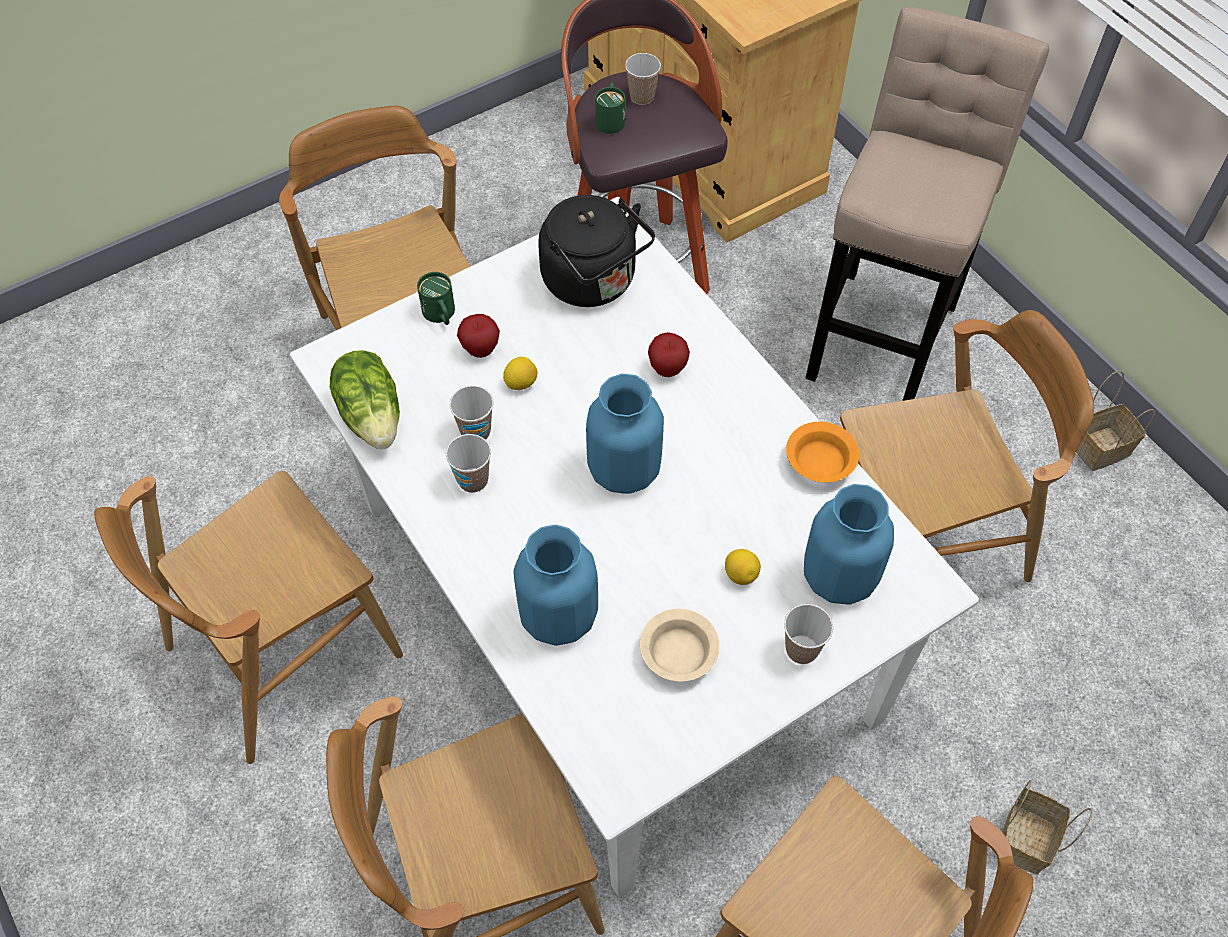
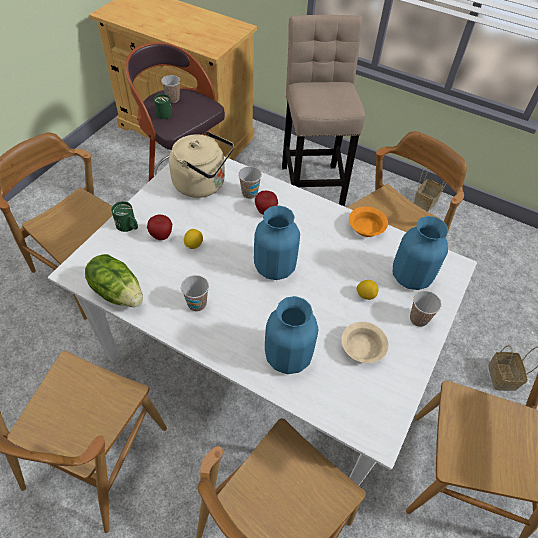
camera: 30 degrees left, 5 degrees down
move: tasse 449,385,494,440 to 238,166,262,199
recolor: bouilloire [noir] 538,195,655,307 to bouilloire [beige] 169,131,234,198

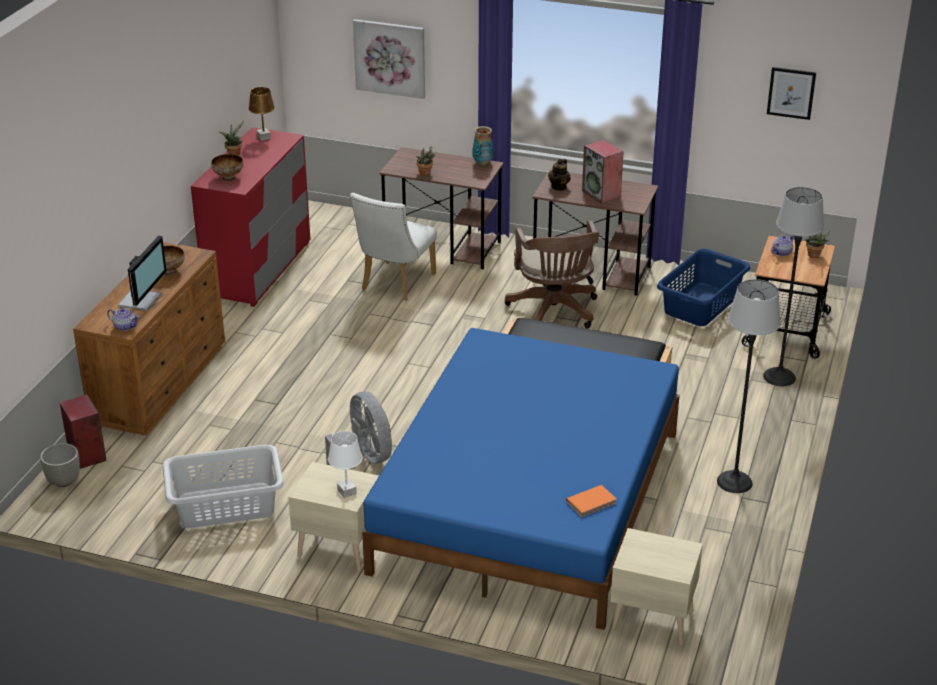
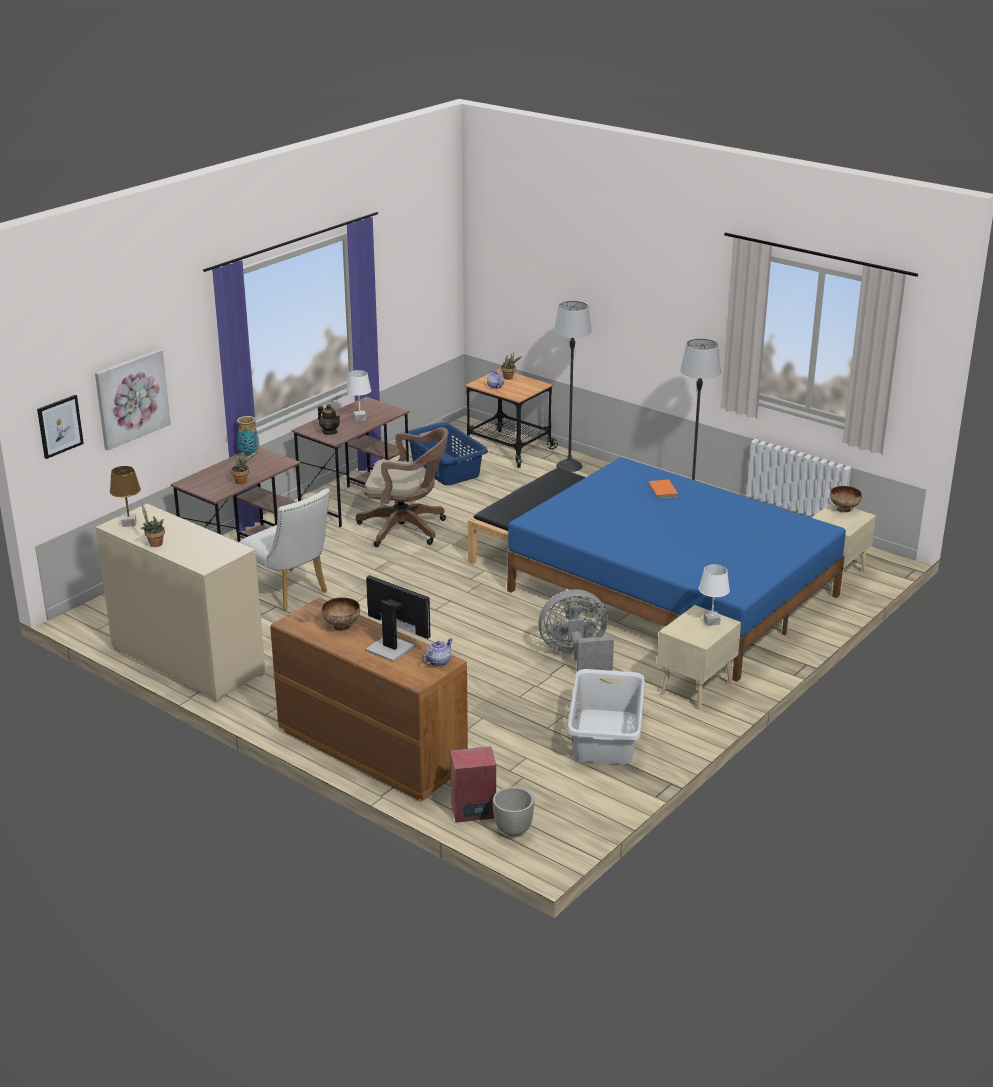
camera: 70 degrees left, 5 degrees down
move: tableau 767,67,816,120 to 37,395,84,459; bol 211,154,243,181 to 830,486,862,513; livre [orange] 566,485,616,517 to 649,480,678,499
replace: enceinte 582,140,624,204 to lampe de table [blanc] 346,370,371,421
recolor: commode [rouge] 191,127,310,307 to commode [beige] 96,504,265,702

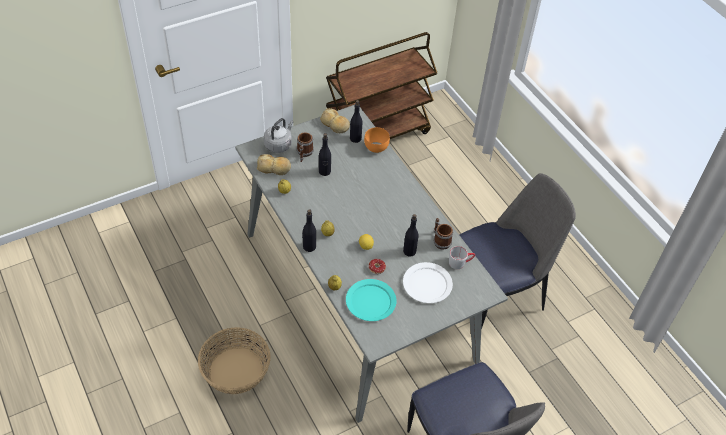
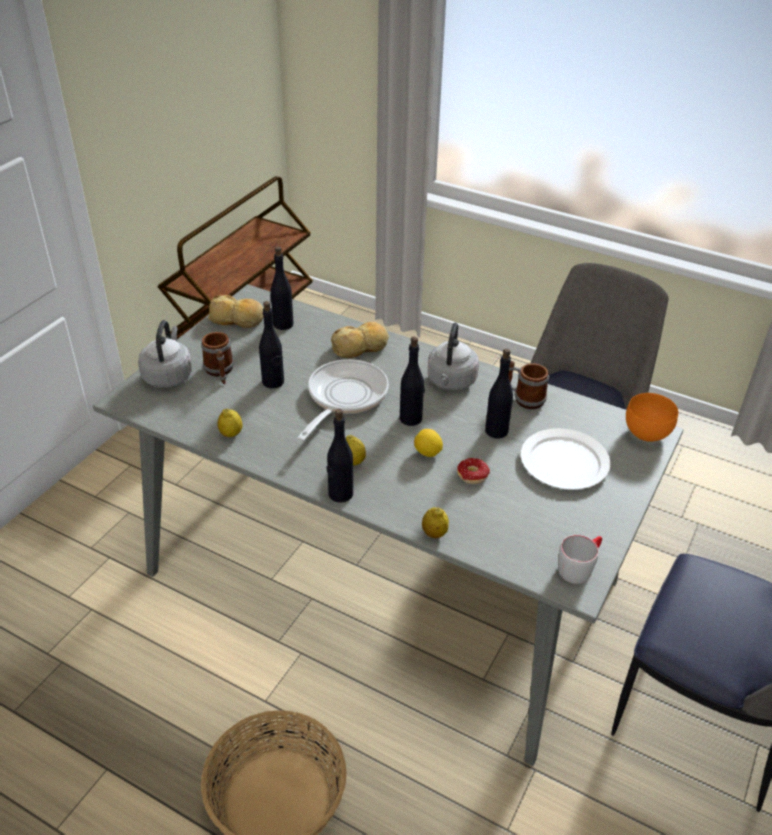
camera: 30 degrees left, 10 degrees down
delete: assiette [turquoise] 346,279,397,321
insert: bouilloire [gris] 428,323,479,390; bouteille [noir] 400,336,425,426; poêle 297,359,389,441
move: bol [orange] 364,127,390,153 to 626,393,678,442; pain 257,154,291,175 to 331,322,389,358; mug [gris] 449,246,475,269 to 558,535,602,584

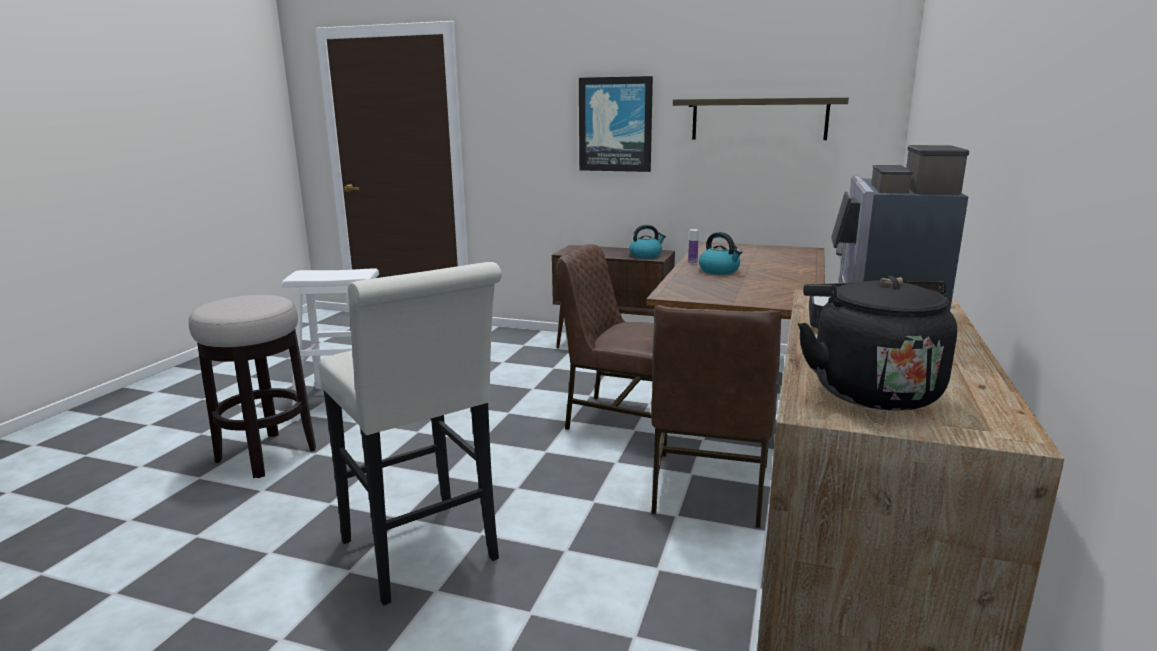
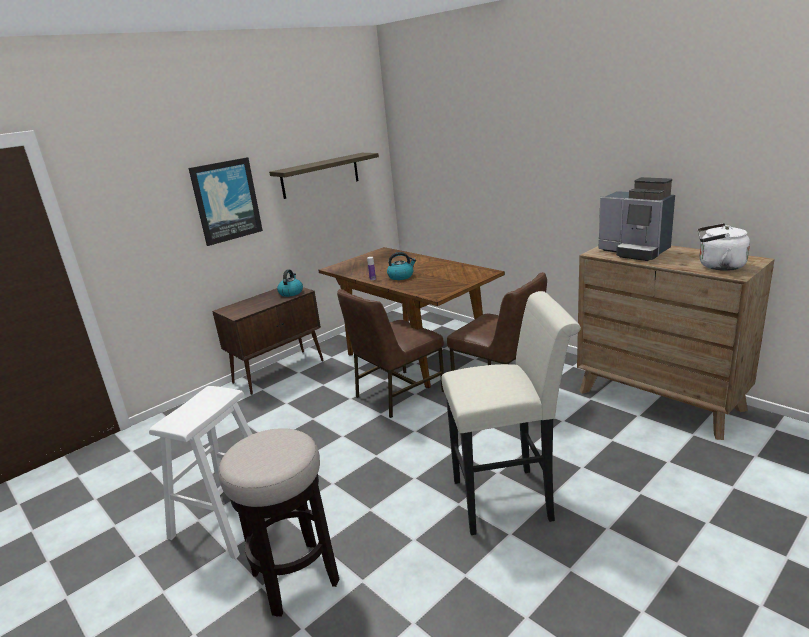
camera: 60 degrees left, 5 degrees up
recolor: bouilloire [noir] 798,276,957,410 to bouilloire [blanc] 698,223,750,271

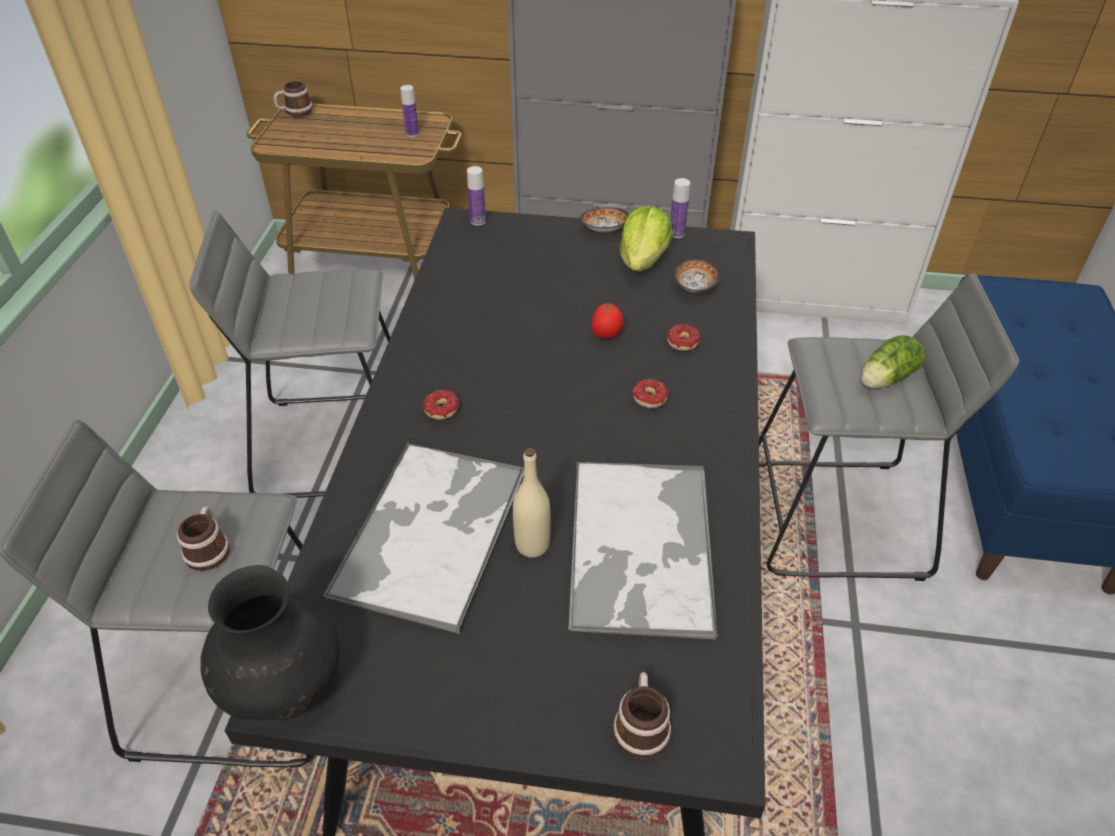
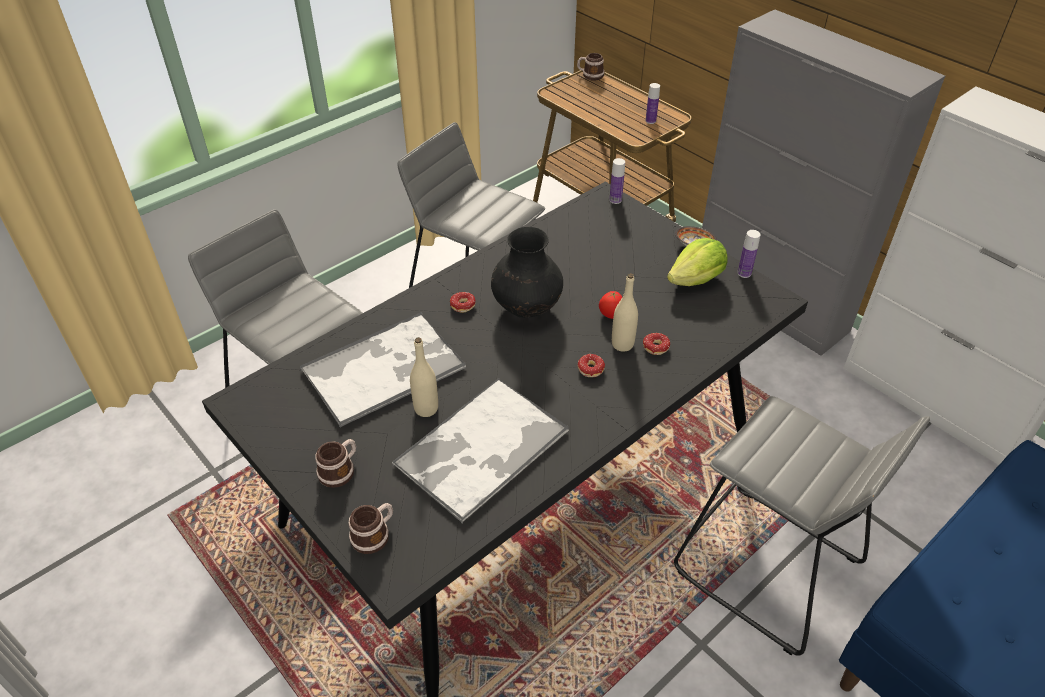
camera: 40 degrees right, 0 degrees up
delete: bol 673,258,719,293; laitue 861,335,925,388
insert: bouteille [beige] 612,273,638,352
move: mug 177,506,230,571 to 315,439,356,488; vase [noir] 200,565,340,720 to 491,227,563,318

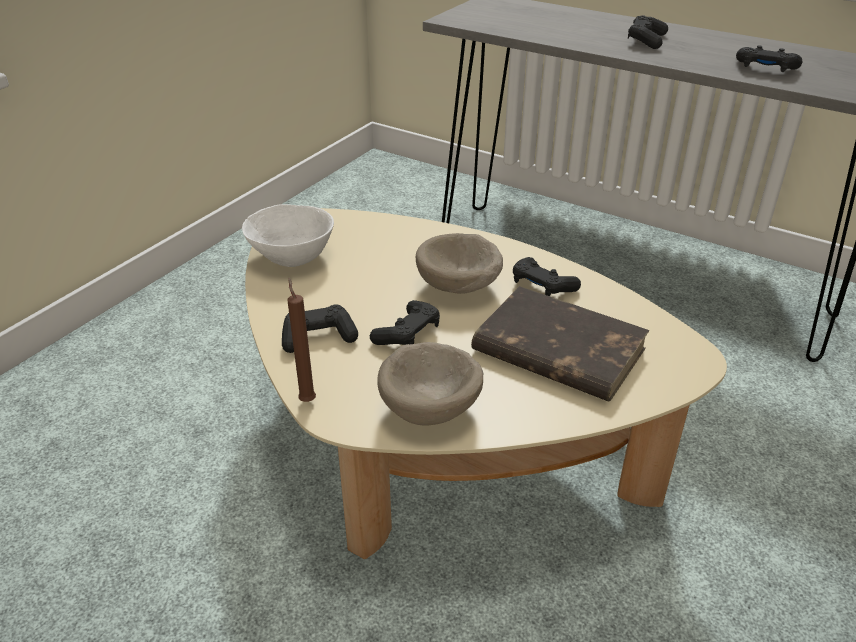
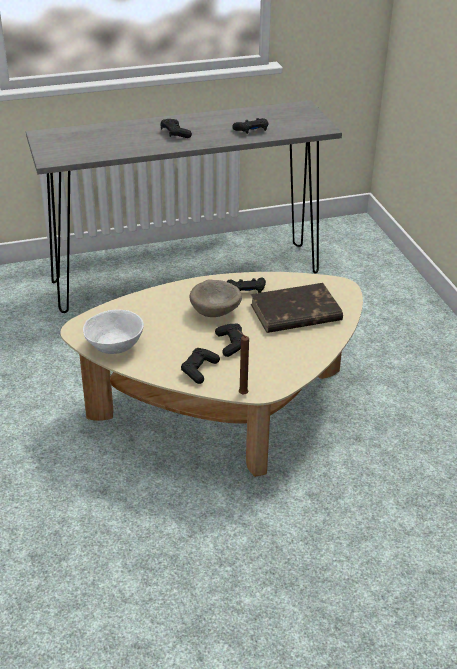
camera: 50 degrees left, 0 degrees up
delete: bol [beige] 377,342,484,426

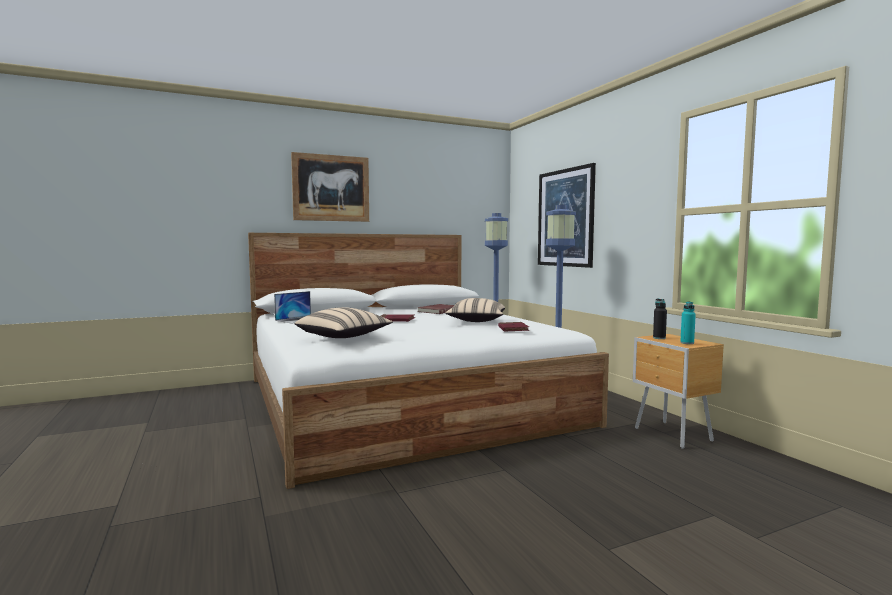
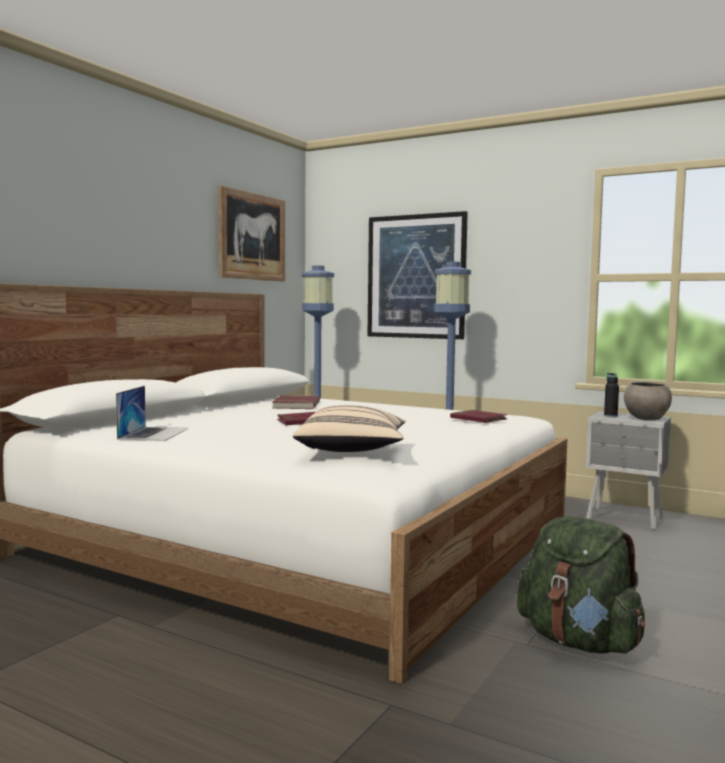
camera: 35 degrees left, 0 degrees up
delete: coussin [beige] 445,298,505,322
insert: sac à dos [vert] 517,516,645,654
move: tableau 291,152,369,222 to 219,186,285,282
replace: bouteille [turquoise] 680,302,696,344 to bol [gris] 624,382,672,420
recolor: table de chevet [marron] 633,334,724,449 to table de chevet [gris] 586,411,671,530

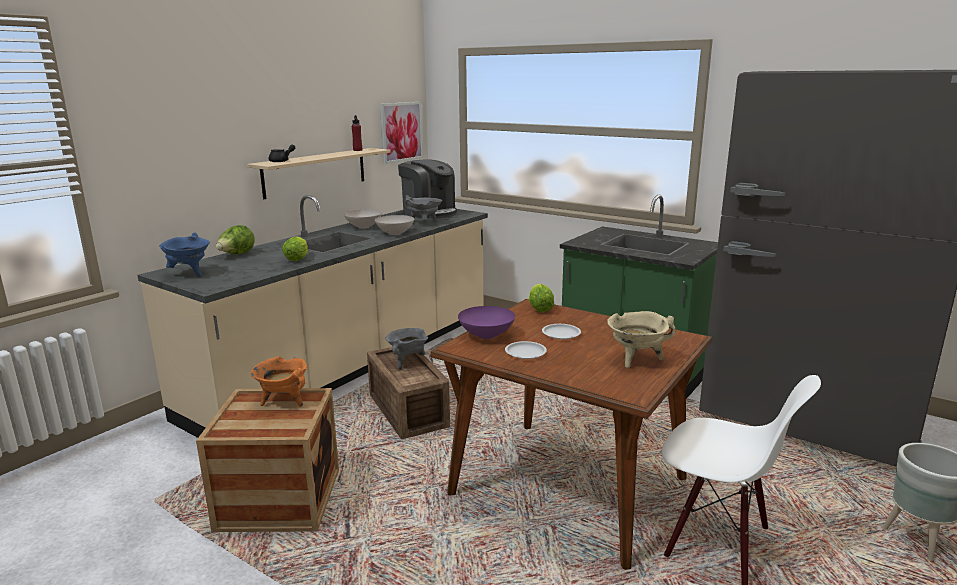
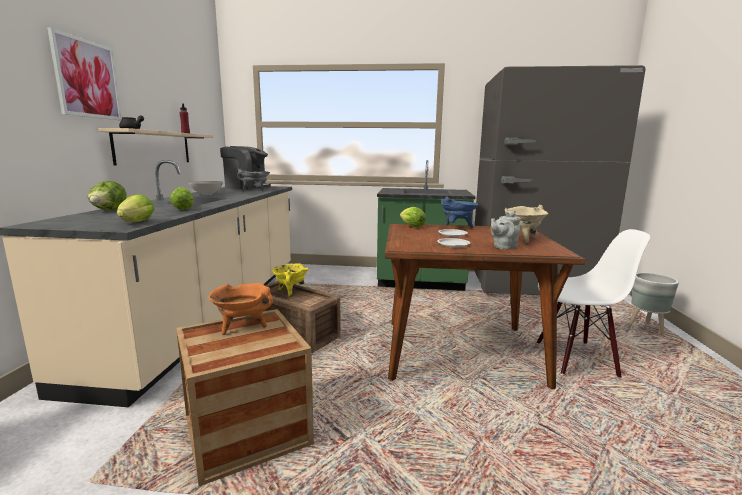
camera: 30 degrees left, 5 degrees down
delete: bol [blanc] 375,215,414,235; bol [violet] 458,306,515,339
insert: laitue 117,194,154,222; théière [gris] 491,211,521,250
move: tableau 380,102,423,164 to 47,28,122,120; marmite [bleu] 159,233,210,277 to 441,196,479,228
recolor: marmite [gris] 386,328,428,370 to marmite [jaune] 272,264,309,298

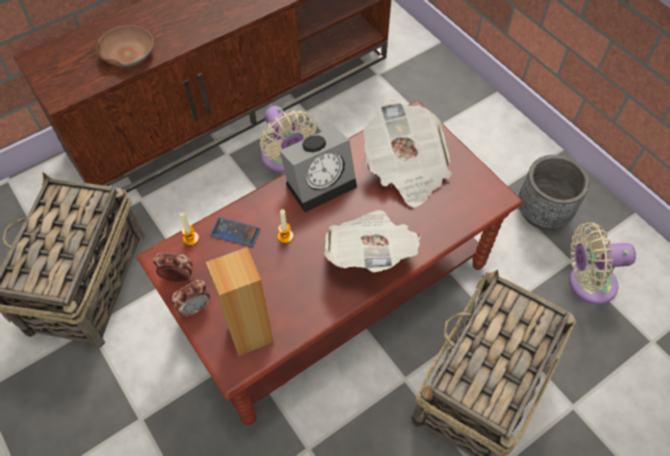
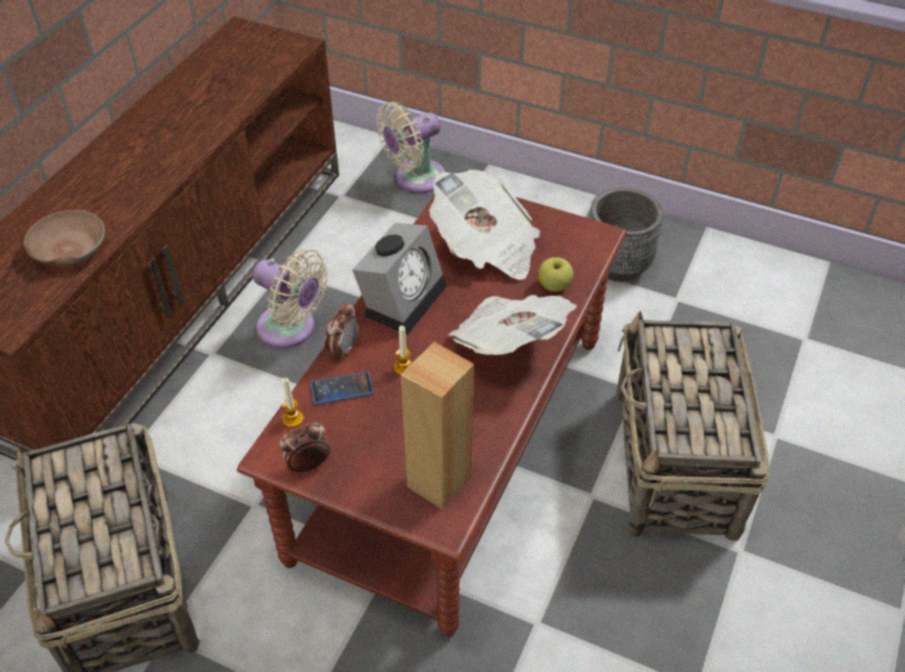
camera: 30 degrees left, 10 degrees down
insert: pomme 538,257,573,292
move: ventilateur [beige] 569,222,636,305 to 377,102,446,193; réveil 172,279,210,318 to 324,302,359,360

